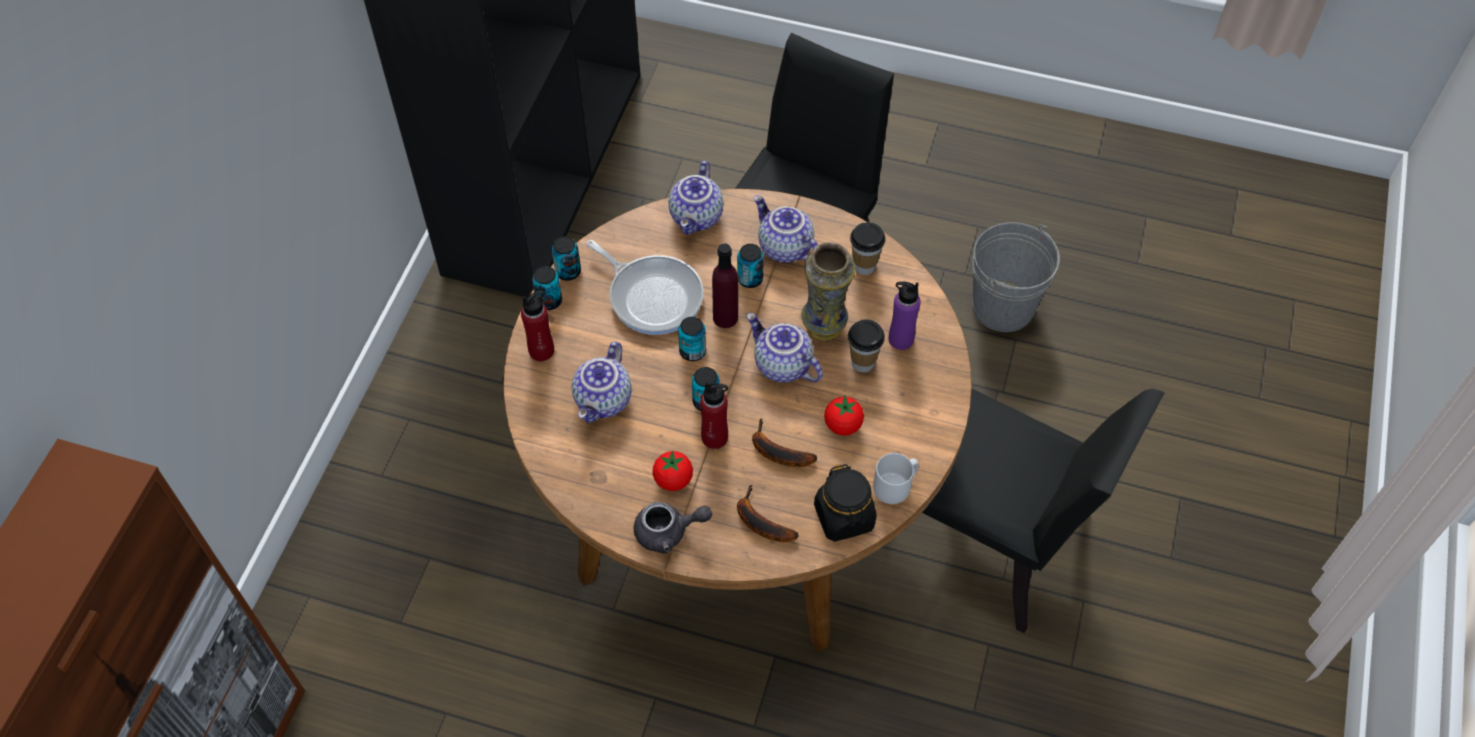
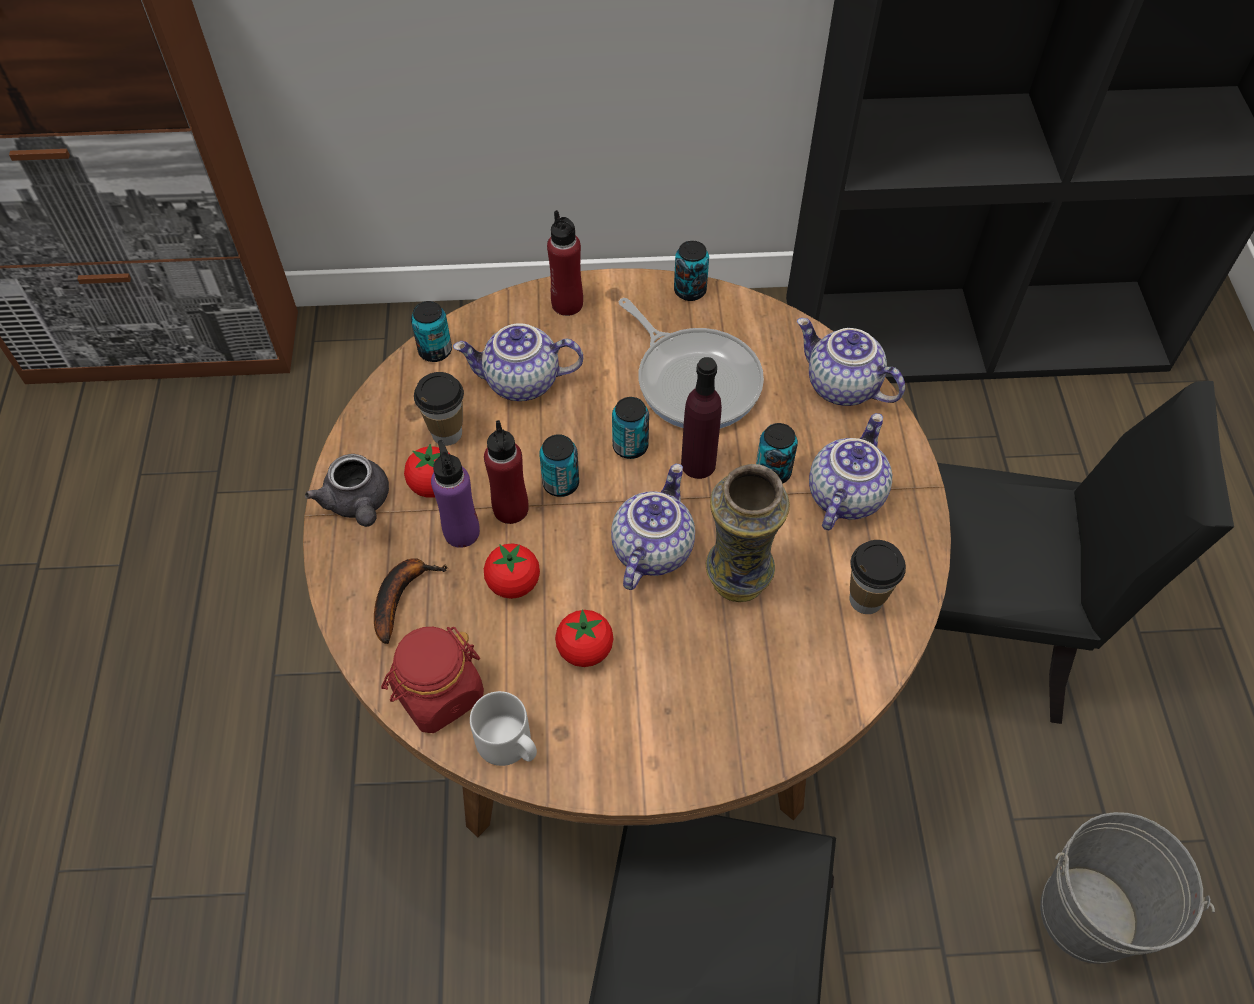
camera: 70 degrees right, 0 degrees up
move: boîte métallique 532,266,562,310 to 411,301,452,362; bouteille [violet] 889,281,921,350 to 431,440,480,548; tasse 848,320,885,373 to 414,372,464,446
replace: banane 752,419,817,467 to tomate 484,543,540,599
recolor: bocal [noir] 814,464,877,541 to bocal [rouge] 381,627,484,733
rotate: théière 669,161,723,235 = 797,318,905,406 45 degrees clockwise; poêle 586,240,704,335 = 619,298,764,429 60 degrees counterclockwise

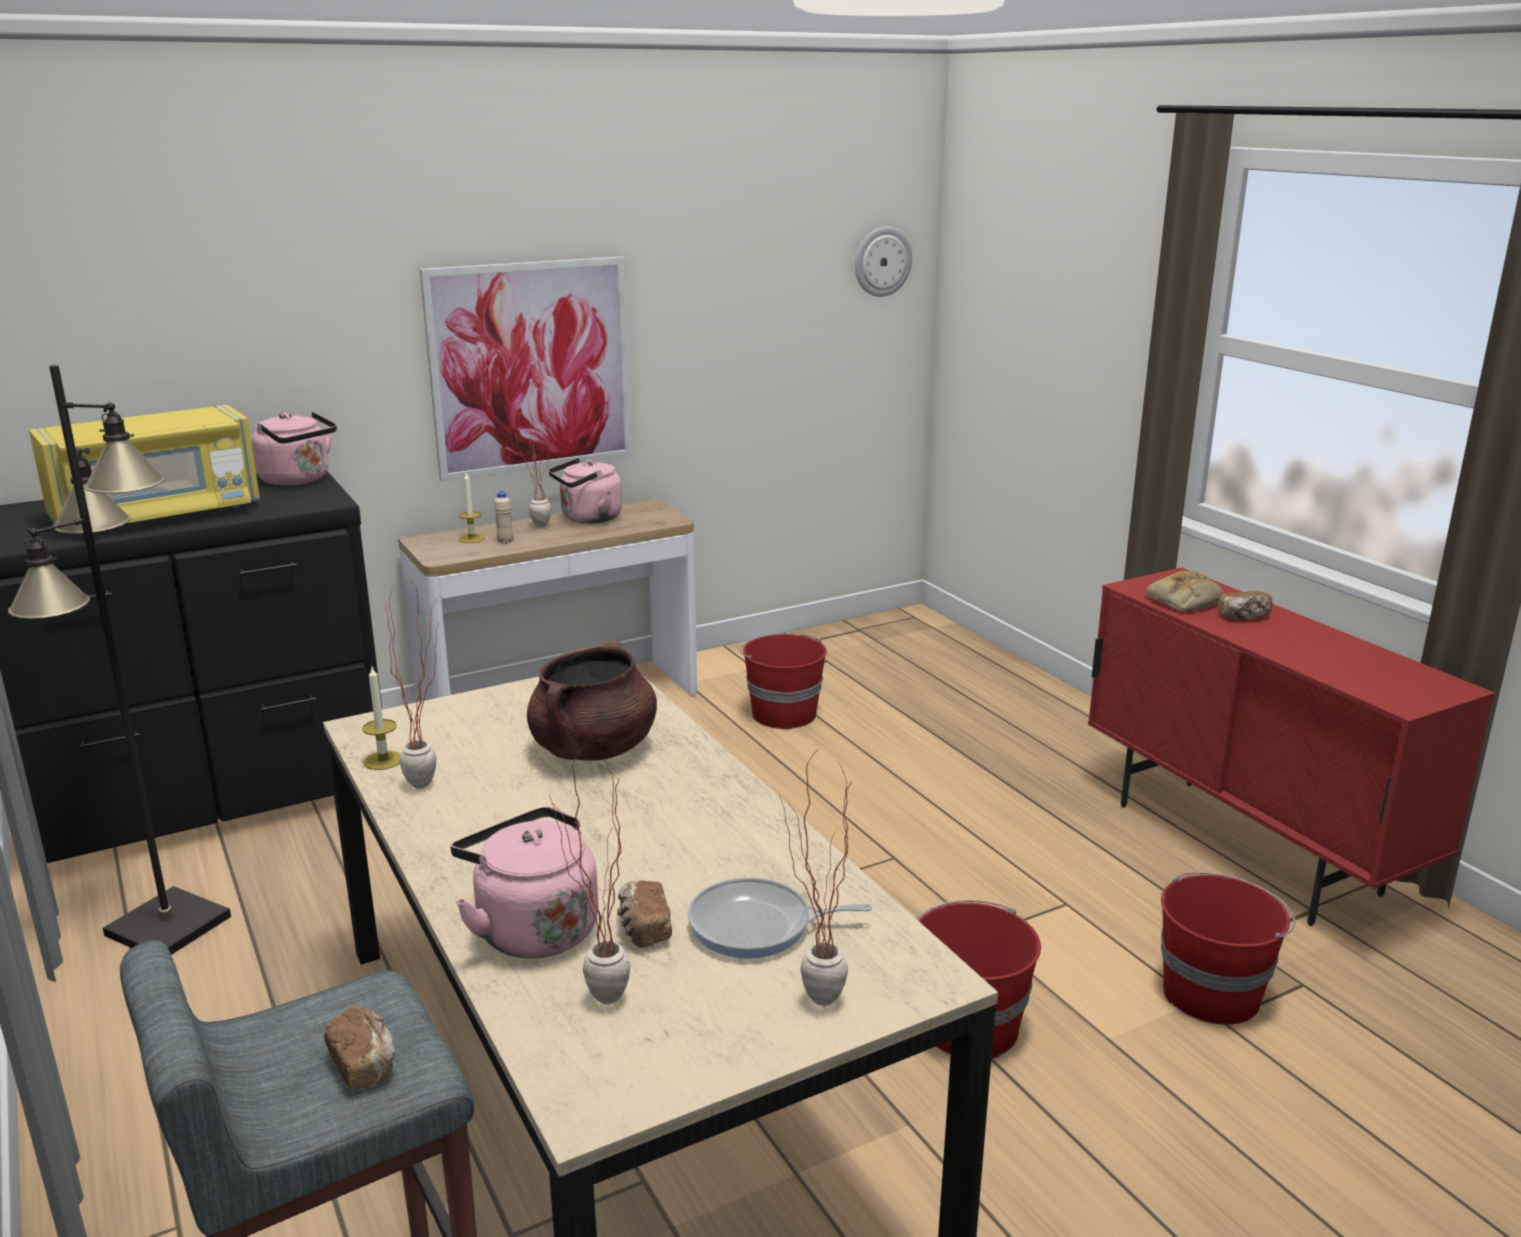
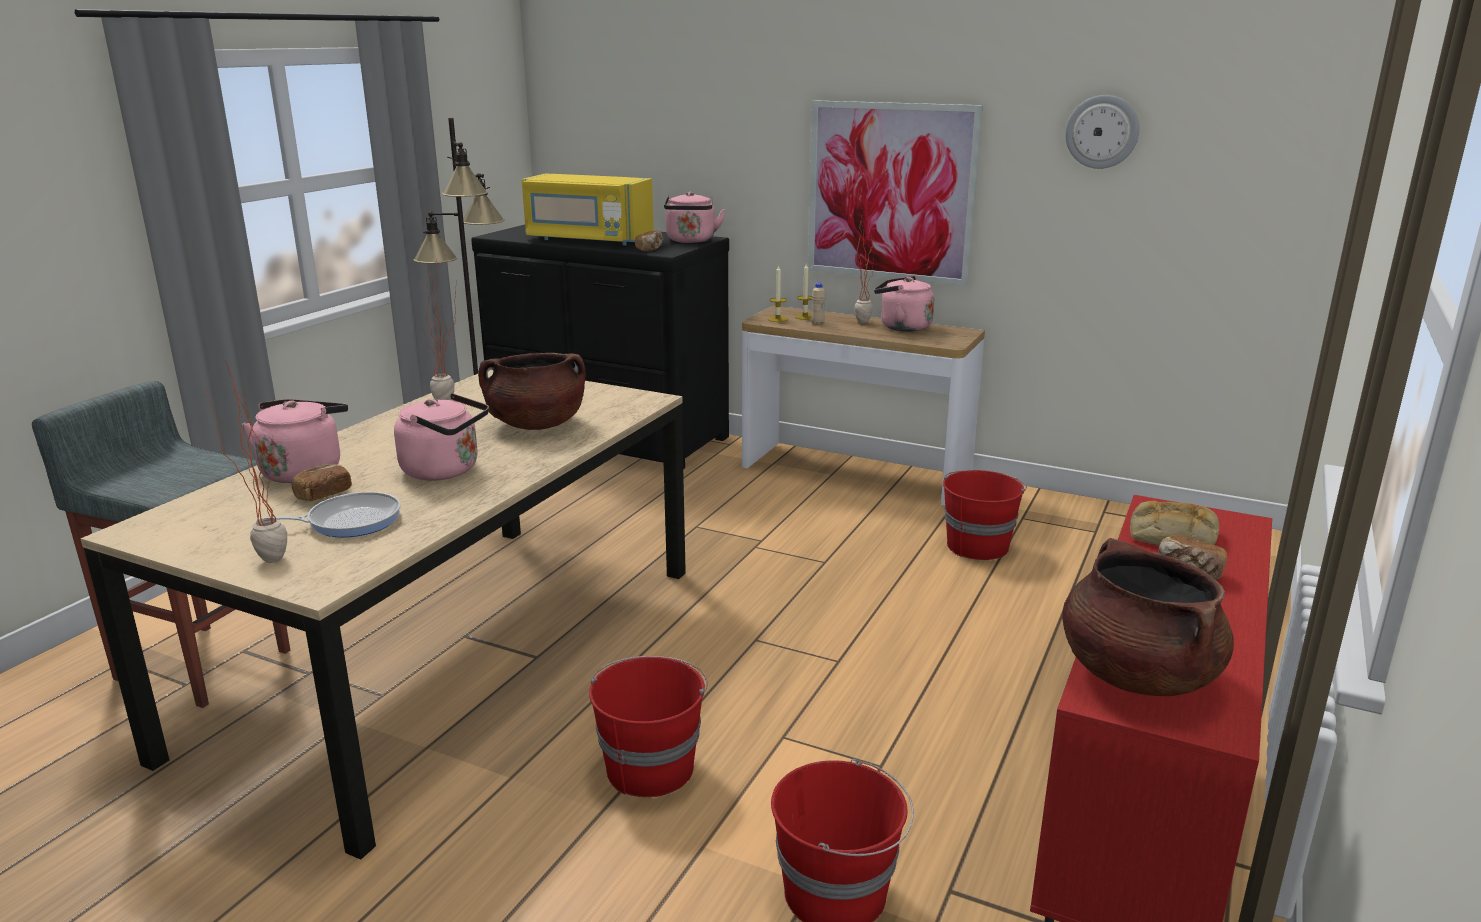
camera: 55 degrees right, 0 degrees up
delete: plante en pot 549,749,631,1004
insert: bouilloire [rose] 394,393,489,481; marmite [marron] 1062,538,1234,696
move: horloge murale 855,227,912,297 to 1065,95,1140,169; bougie 362,667,401,770 to 768,266,788,322; pain 324,1006,396,1089 to 635,230,663,251
rotate: poêle 688,878,872,959 = 257,492,401,537 105 degrees clockwise

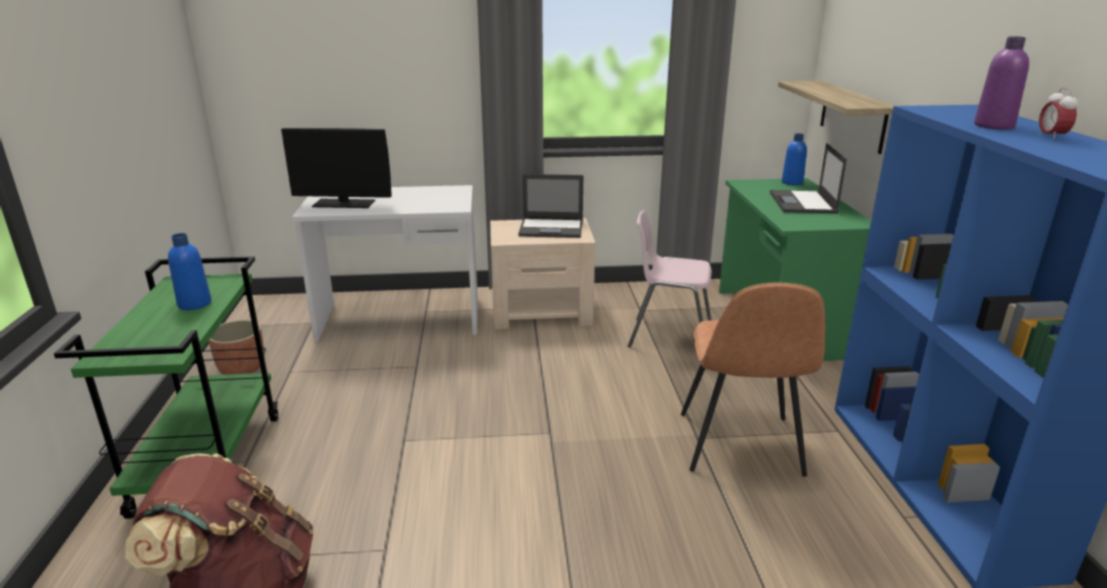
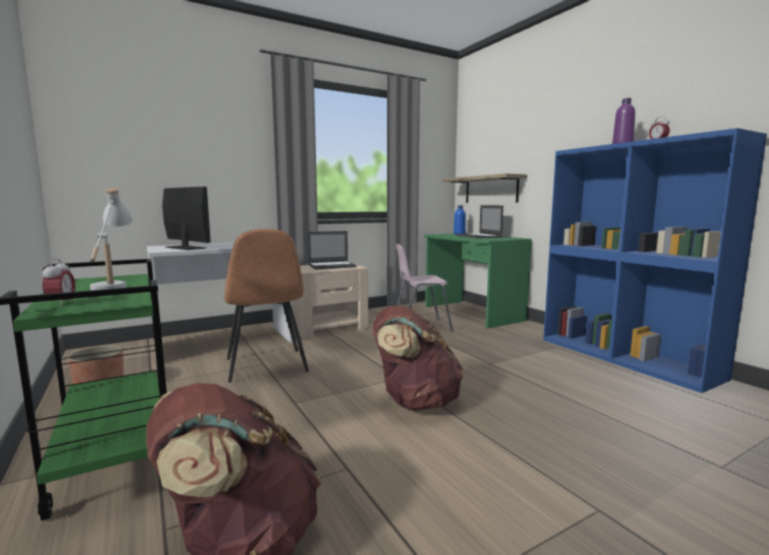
camera: 25 degrees left, 15 degrees down
insert: réveil 42,259,75,306; sac à dos [marron] 373,306,464,411
move: chaise [marron] 681,283,825,477 to 224,229,309,383
replace: bouteille [bleu] 168,233,211,310 to lampe de table [blanc] 90,187,133,290
rotate: écran d'ordinateur 281,128,392,208 = 162,187,211,250 120 degrees counterclockwise

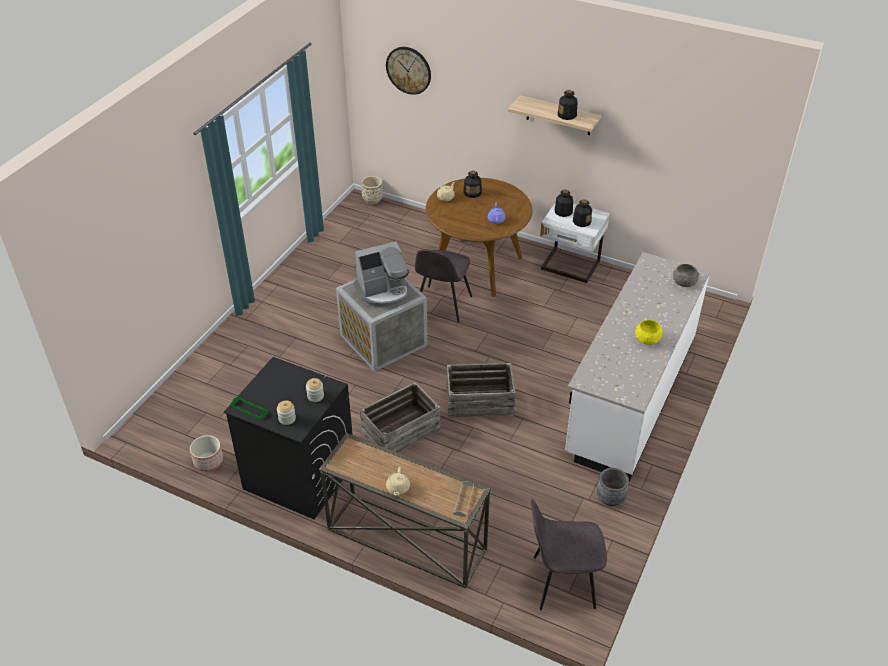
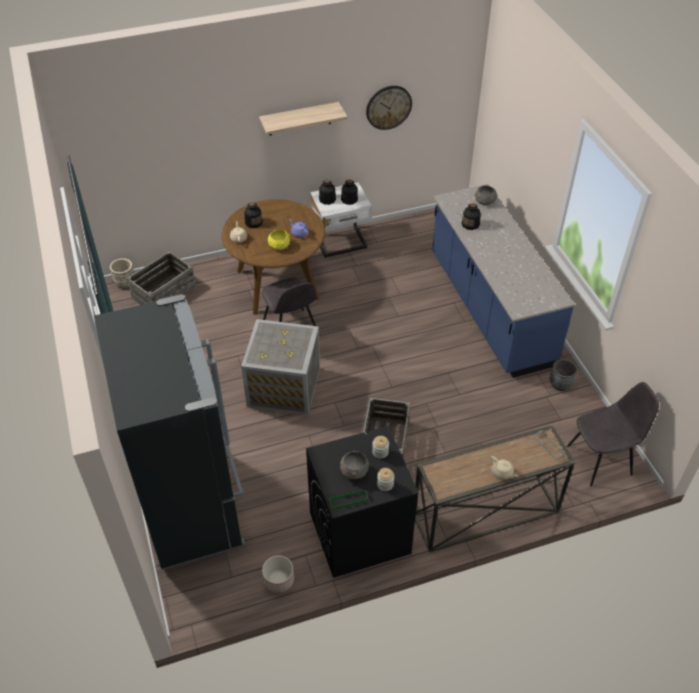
camera: 45 degrees left, 5 degrees up
delete: machine à café 354,241,410,307
insert: réfrigérateur [noir] 94,294,246,570; bol [gris] 340,450,369,479
move: horloge murale 386,47,431,95 to 366,86,412,130; bouteille 558,90,577,120 to 462,203,481,230; bol [jaune] 635,320,663,345 to 268,229,290,250; caisse 447,363,516,418 to 127,251,196,305
recolor: comptoir de cuisine [blanc] 565,252,710,482 to comptoir de cuisine [bleu] 432,184,575,378
rotate: chaise [gris] 531,499,607,610 = 567,382,659,486 150 degrees counterclockwise

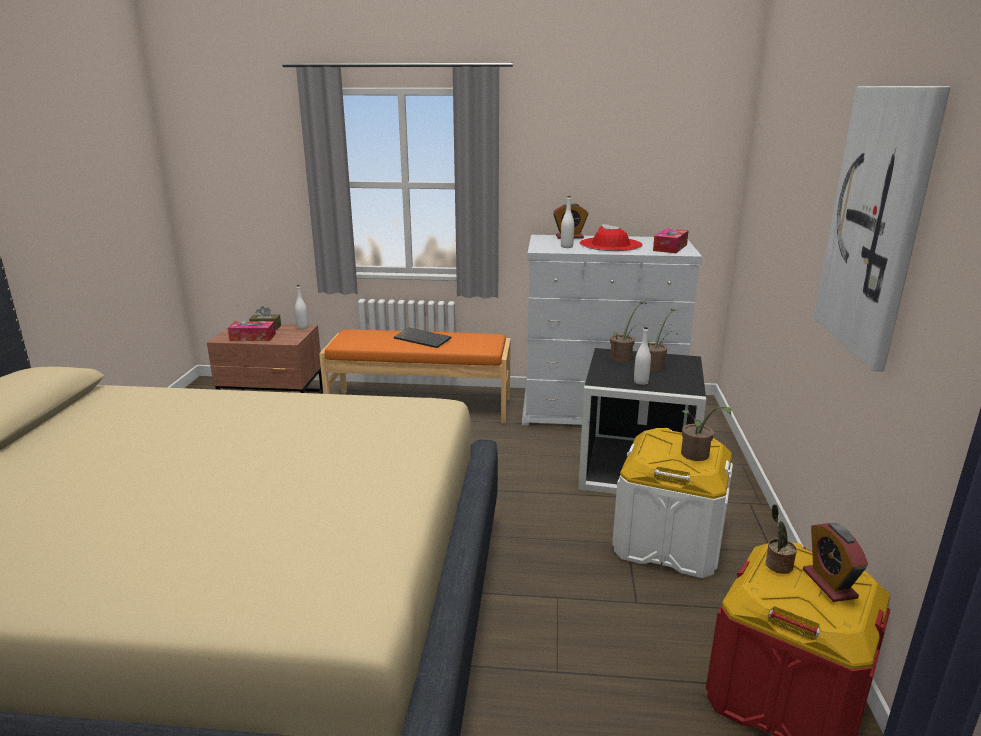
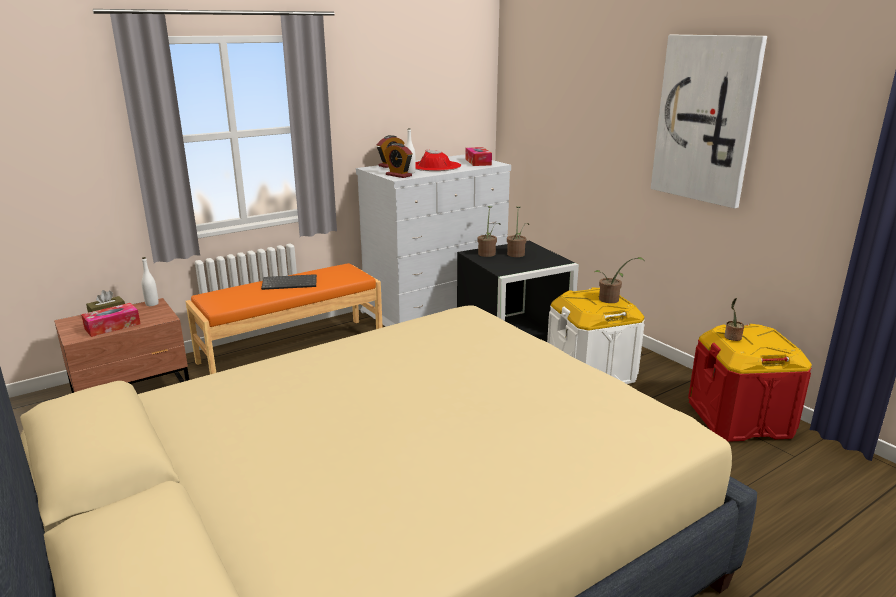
camera: 40 degrees left, 0 degrees up
delete: bouteille [blanc] 634,327,651,385
move: réveil 803,523,868,602 to 384,143,412,178

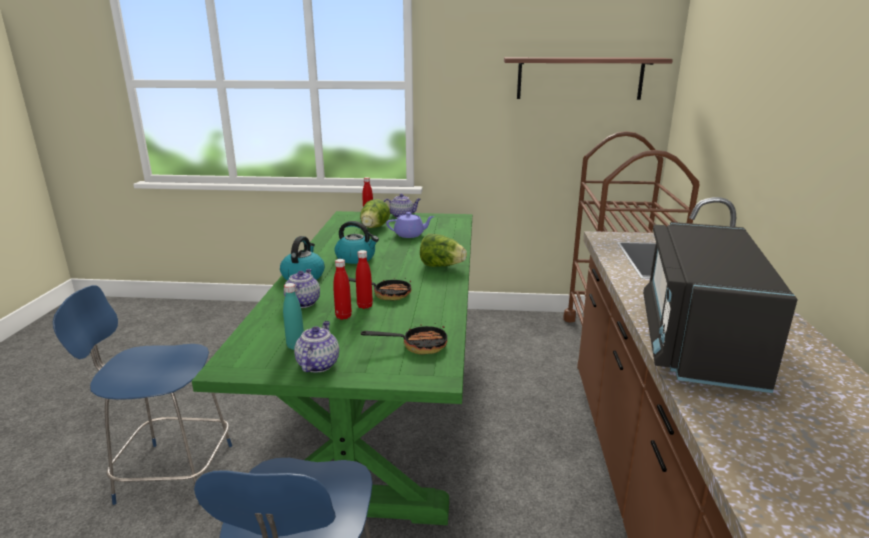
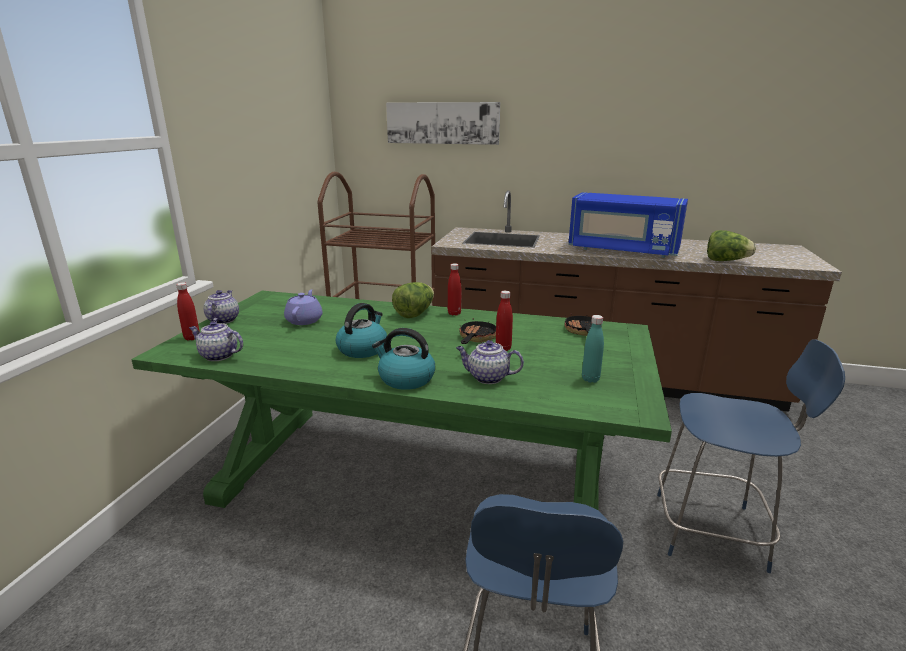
camera: 80 degrees left, 0 degrees up
delete: étagère 504,57,673,100
insert: tableau 386,102,500,145
move: laitue 360,199,390,228 to 707,230,756,261; bouteille [rouge] 333,259,352,320 to 448,263,461,315; théière 294,321,339,373 to 189,321,243,361
recolor: micro-ondes [noir] 643,222,797,393 to micro-ondes [bleu] 568,192,688,258

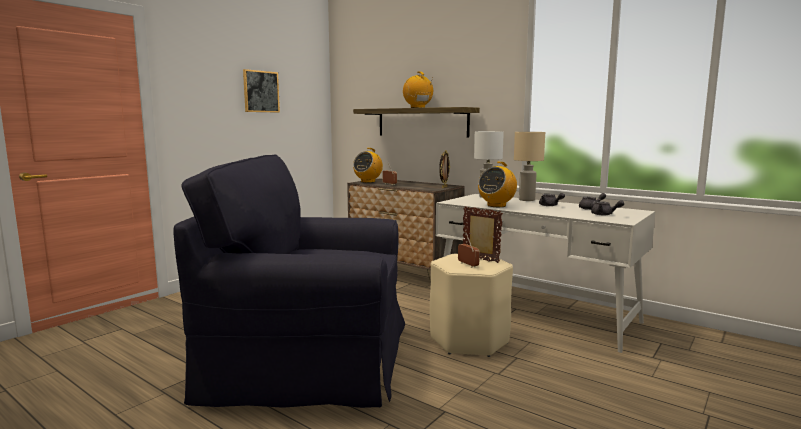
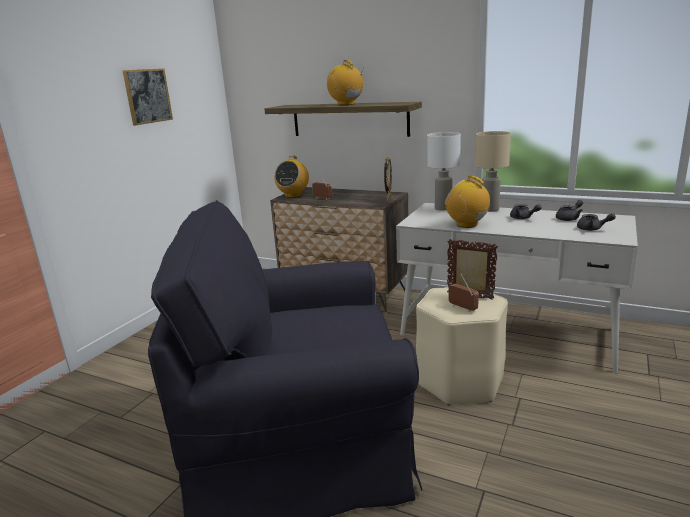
camera: 10 degrees left, 10 degrees up
rotate: radio 478,162,517,207 = 445,175,495,228 105 degrees clockwise

